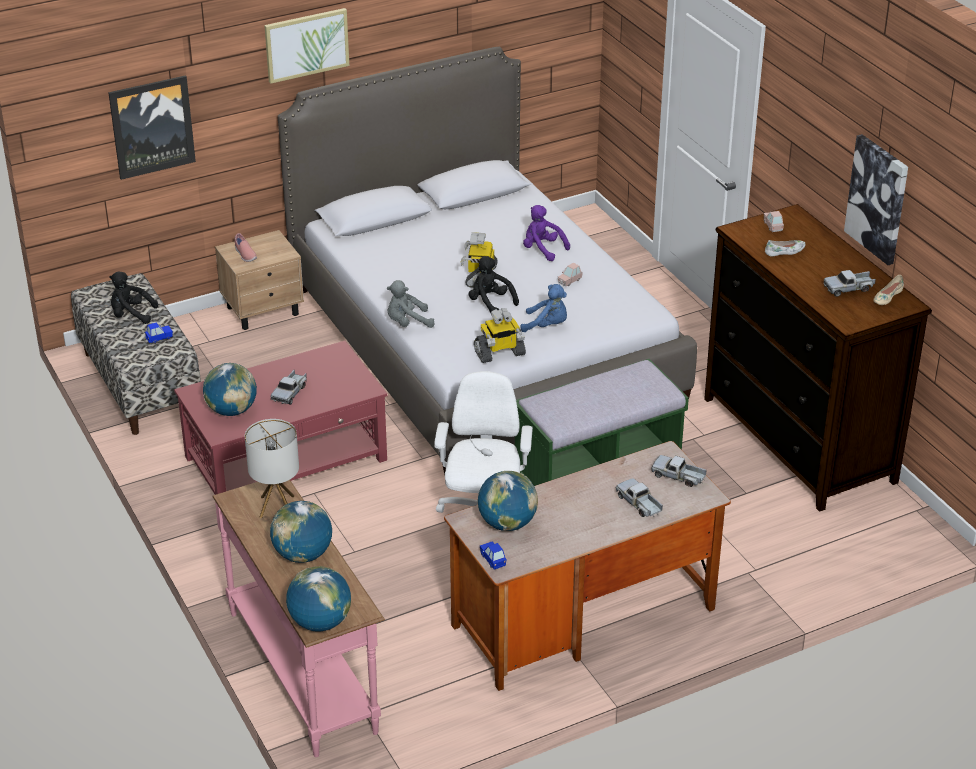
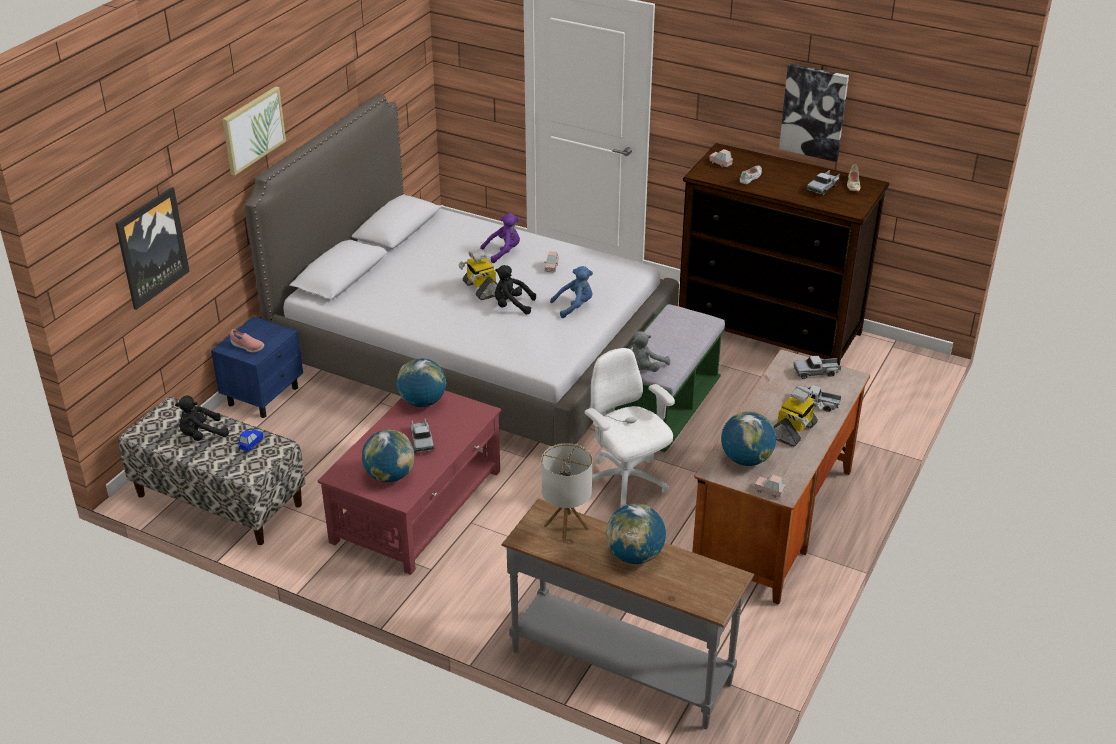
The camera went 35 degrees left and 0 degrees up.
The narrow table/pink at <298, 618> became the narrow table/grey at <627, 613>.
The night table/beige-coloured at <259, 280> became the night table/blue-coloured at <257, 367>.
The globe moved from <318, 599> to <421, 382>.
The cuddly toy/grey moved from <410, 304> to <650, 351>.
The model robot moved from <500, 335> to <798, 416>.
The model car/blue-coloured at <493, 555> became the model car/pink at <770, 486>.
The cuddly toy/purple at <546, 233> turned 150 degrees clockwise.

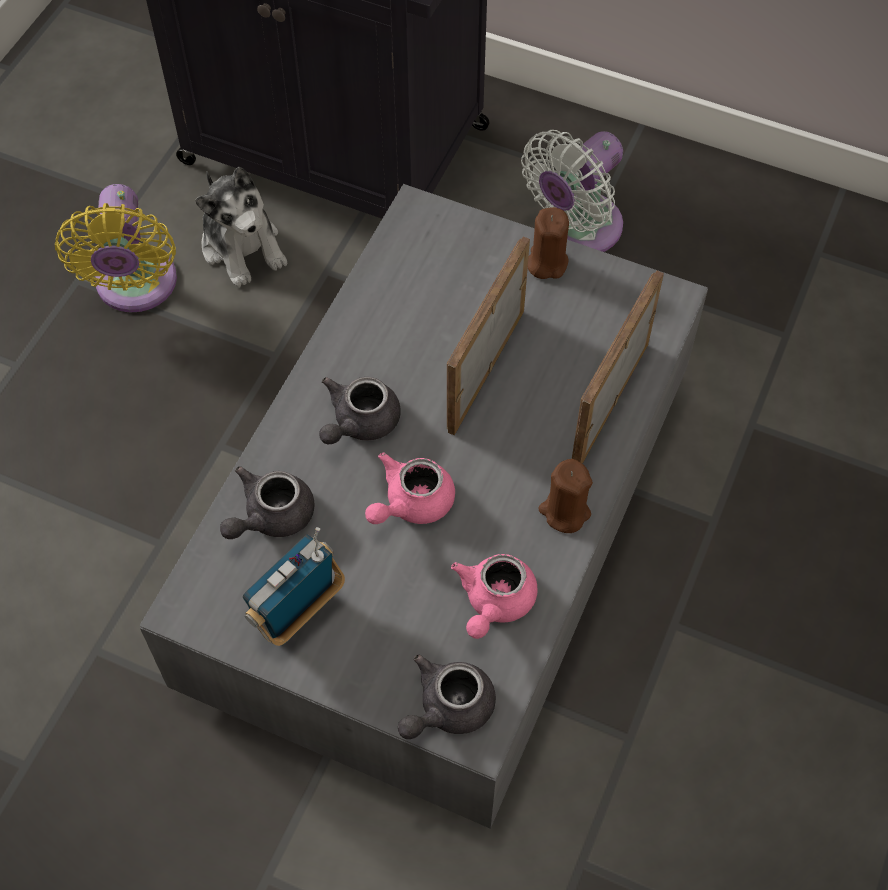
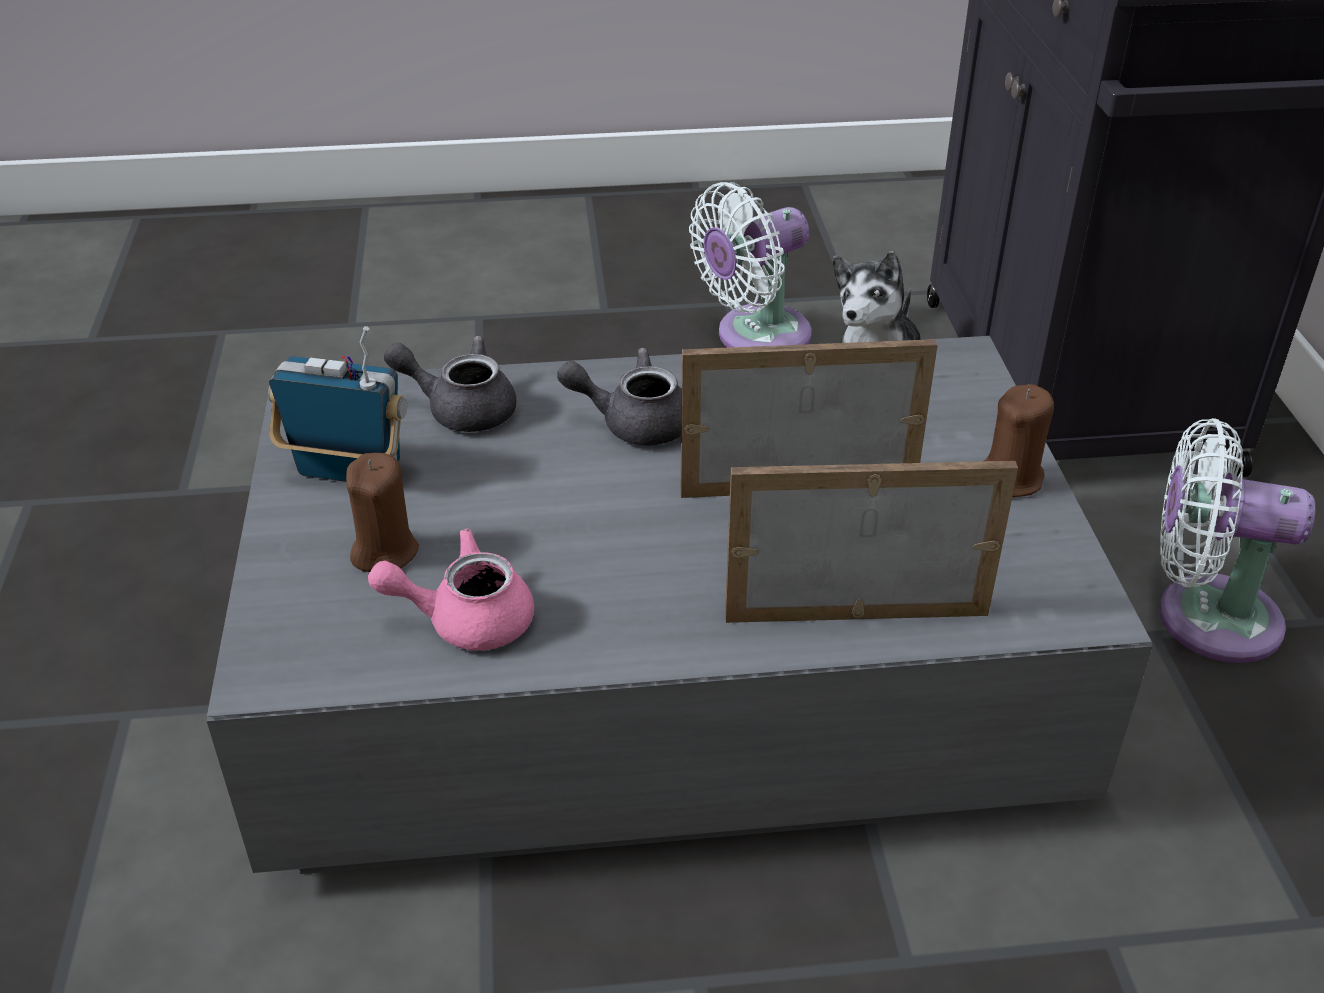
The camera went 60 degrees right and 20 degrees down.
The fan/yellow at <116, 248> became the fan/white-coloured at <750, 264>.
The tea pot/pink at <410, 488> disappeared.
The tea pot/grey at <447, 696> disappeared.
The candle/brownish moved from <565, 496> to <382, 512>.

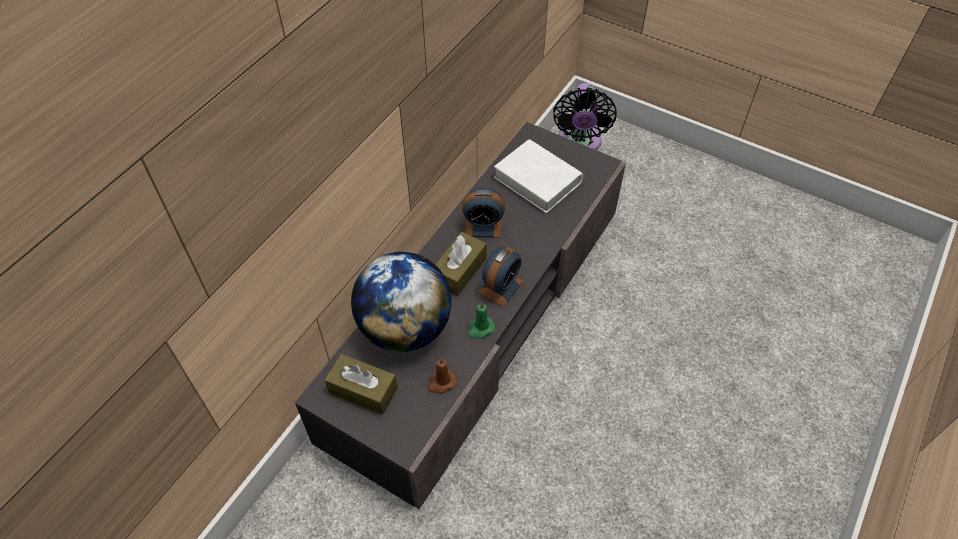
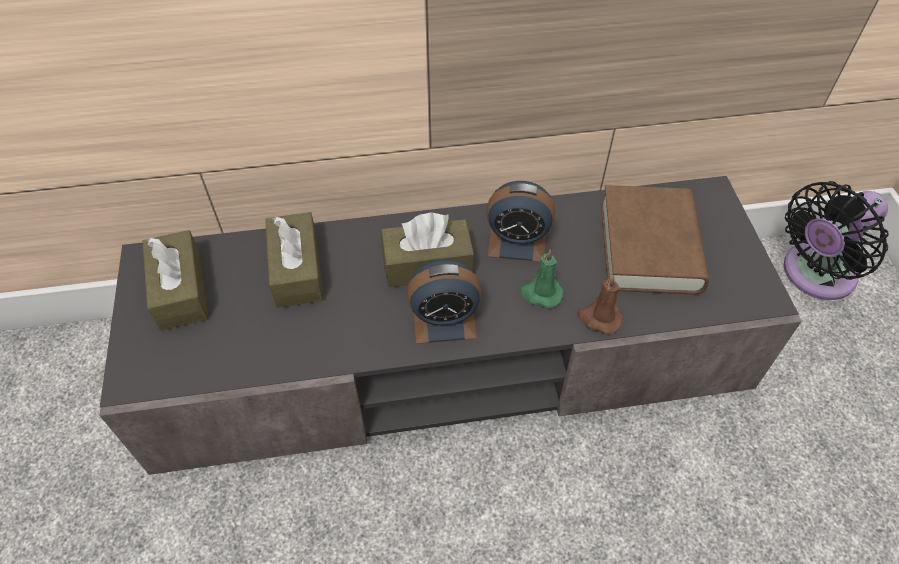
The camera went 50 degrees right and 0 degrees up.
The globe at <401, 302> was replaced by the tissue box/brownish at <294, 260>.
The candle/brownish moved from <442, 376> to <600, 304>.
The table clock at <483, 213> turned 45 degrees counterclockwise.
The candle/greenish moved from <481, 320> to <541, 278>.
The bound book/white-coloured at <538, 176> became the bound book/brownish at <655, 240>.

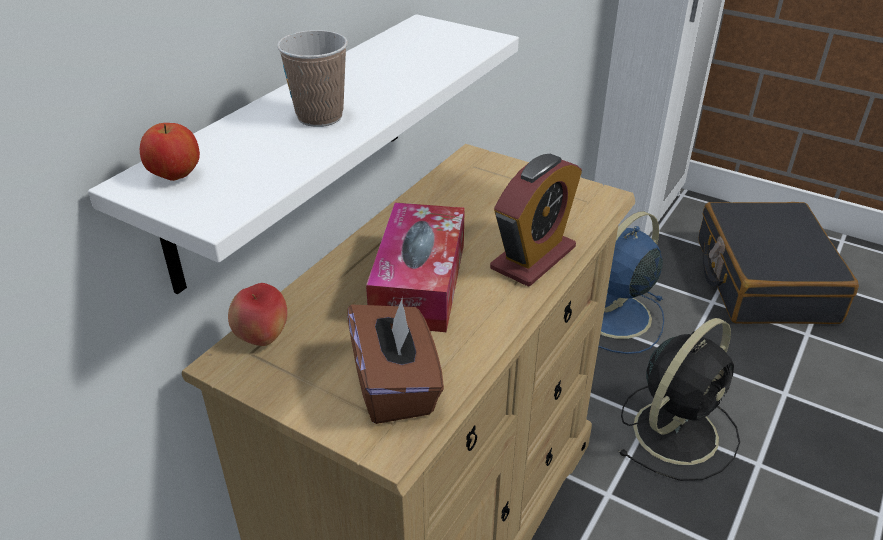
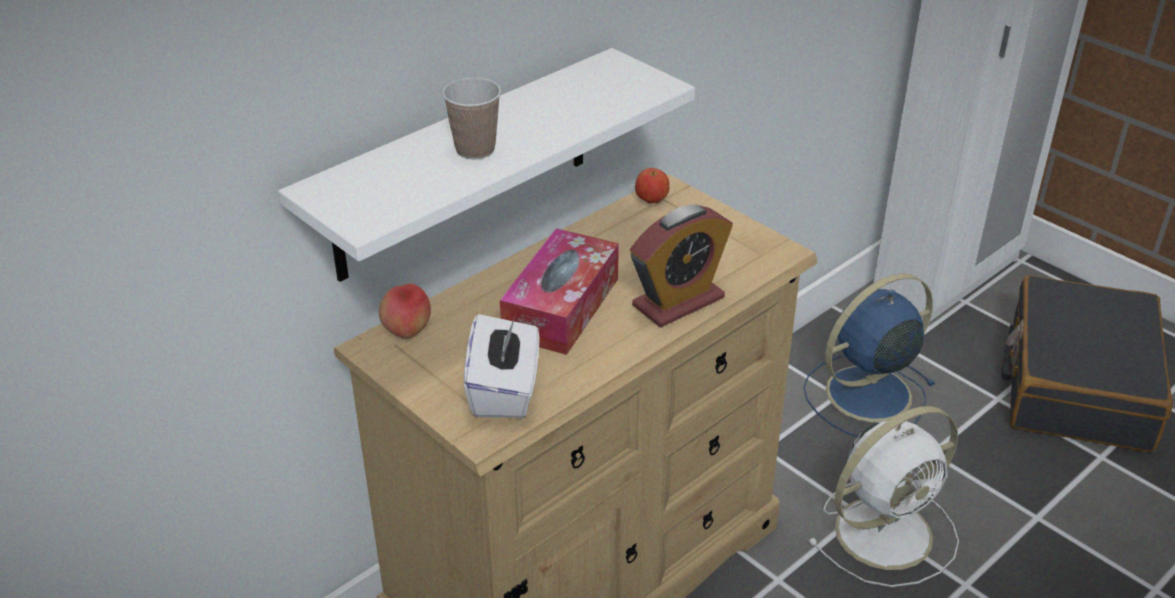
The camera went 15 degrees right and 0 degrees up.
The apple moved from <170, 152> to <652, 186>.
The tissue box/brownish at <395, 360> became the tissue box/white-coloured at <501, 366>.
The fan/black-coloured at <679, 399> became the fan/white-coloured at <883, 496>.

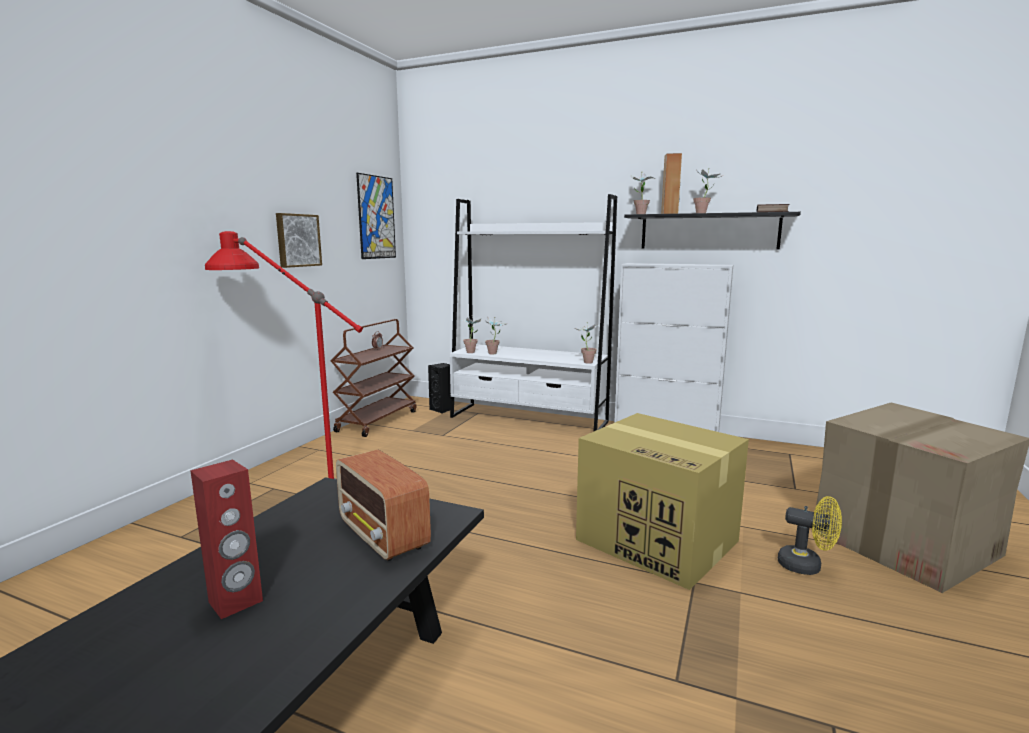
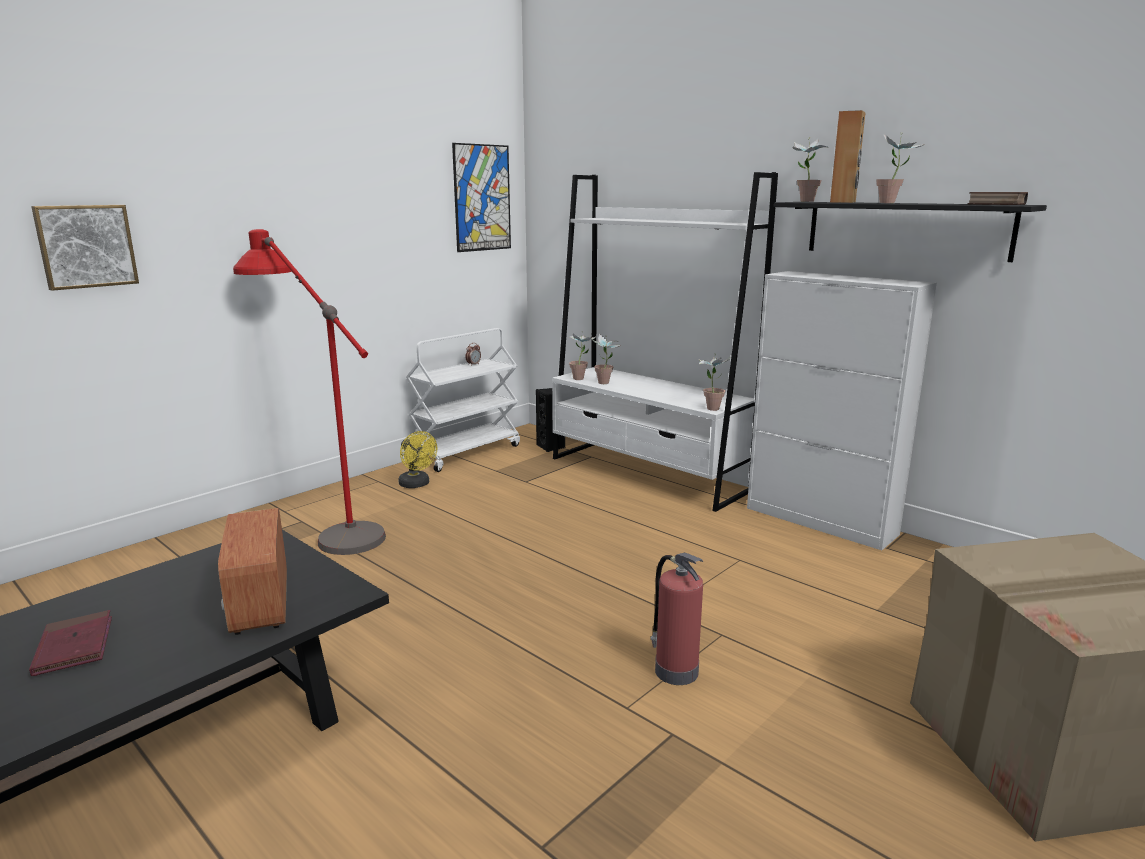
The camera went 20 degrees right and 5 degrees up.
The audio speaker/red-coloured at <226, 539> was replaced by the bound book/red-coloured at <70, 643>.
The wall picture moved from <299, 240> to <85, 248>.
The wheeled cart/brownish at <374, 378> became the wheeled cart/white-coloured at <463, 400>.
The cardboard box at <662, 501> was replaced by the extinguisher at <677, 619>.
The fan/yellow moved from <810, 535> to <417, 459>.

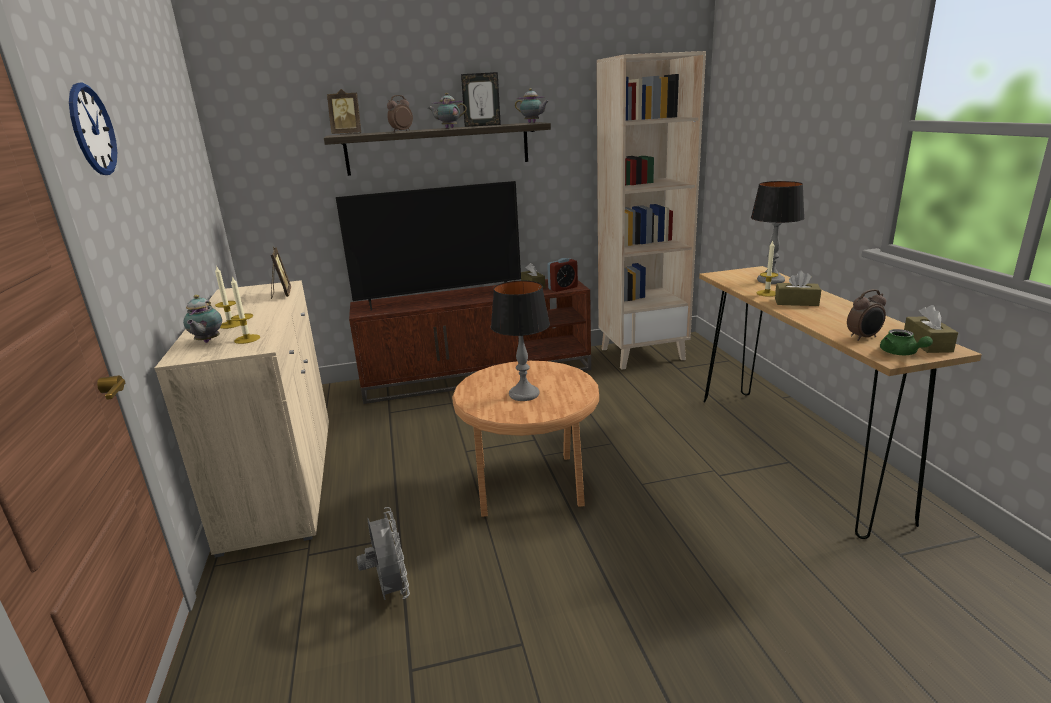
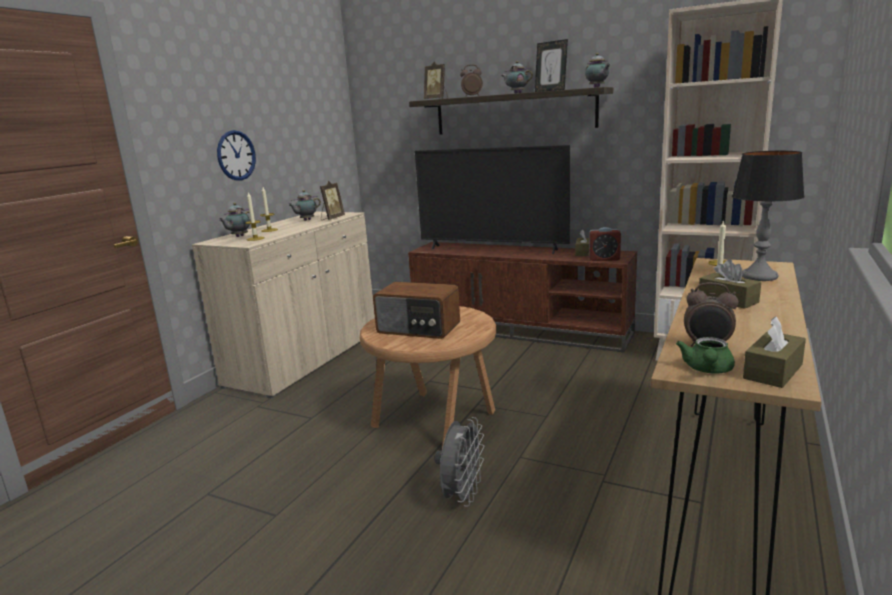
The camera went 40 degrees right and 5 degrees down.
The clock on the wall moved from <93, 129> to <236, 155>.
The fan/grey moved from <383, 553> to <459, 462>.
The table lamp at <520, 340> was replaced by the radio at <416, 310>.
The tea pot at <304, 205> appeared.

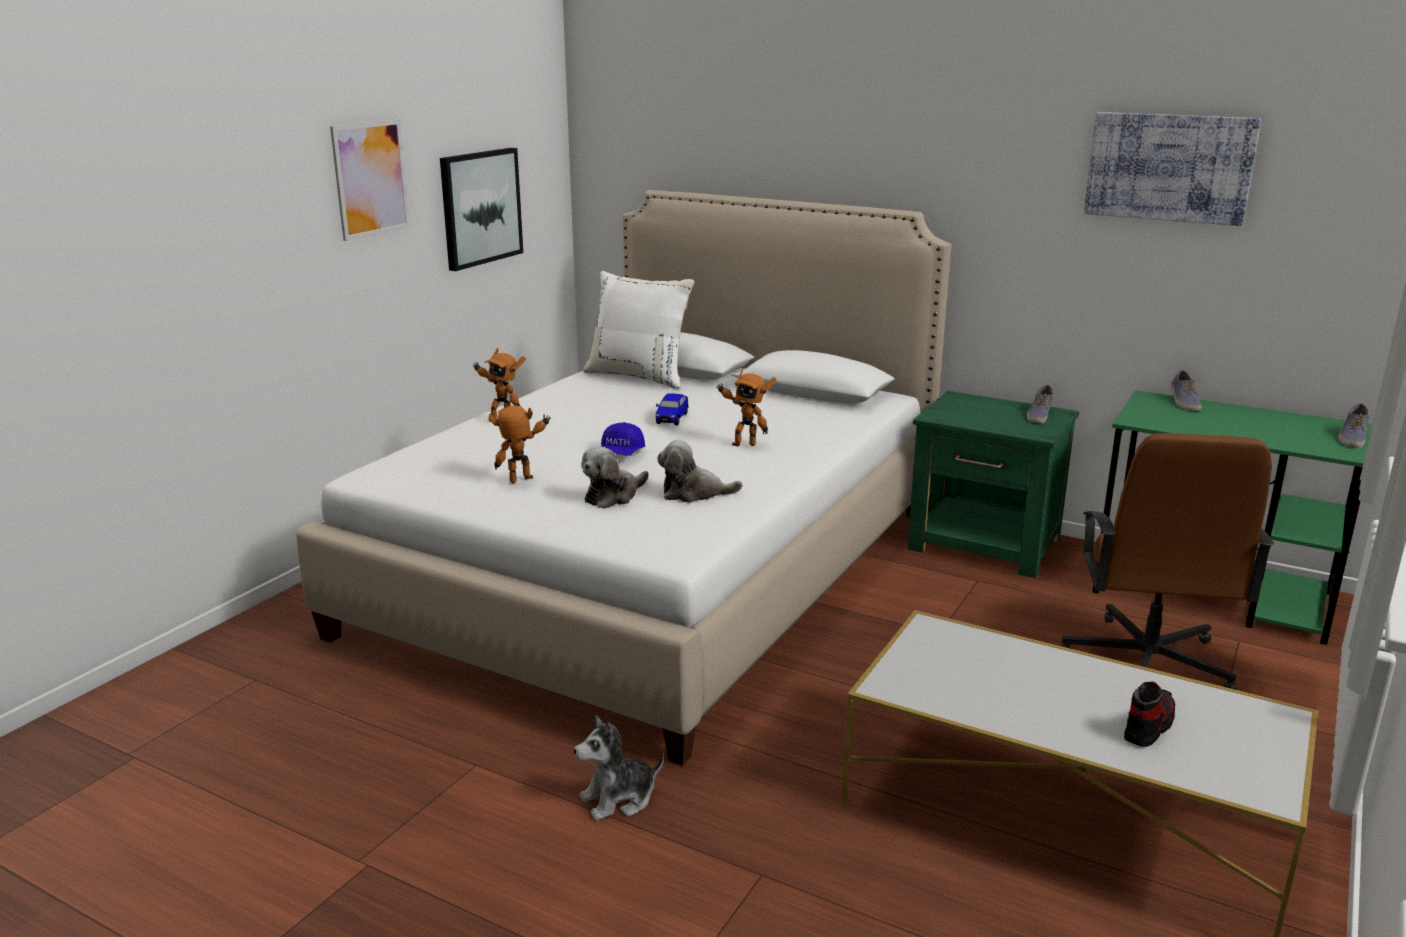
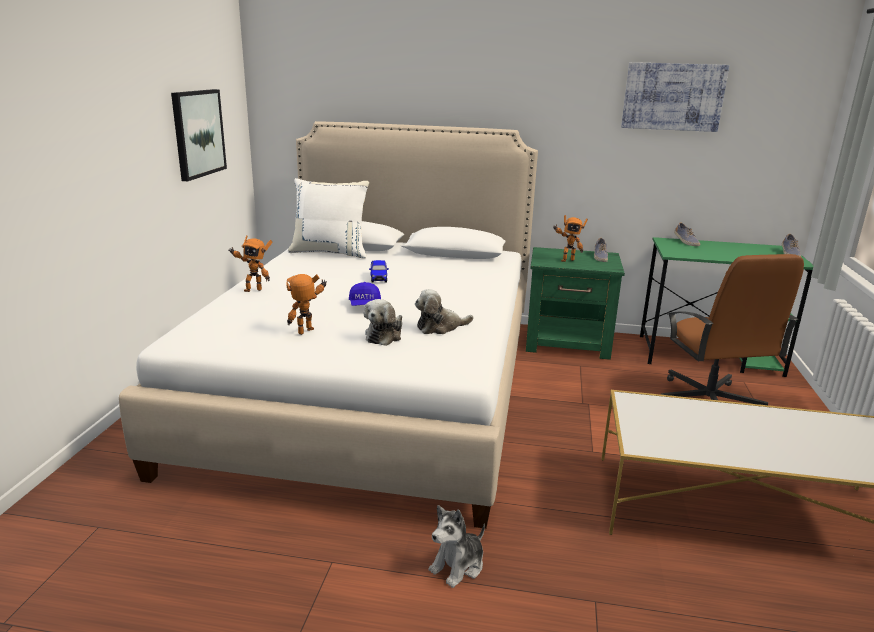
The camera went 20 degrees left and 0 degrees up.
The wall picture at <370, 180> disappeared.
The model robot moved from <746, 407> to <570, 238>.
The low shoe at <1149, 714> disappeared.

